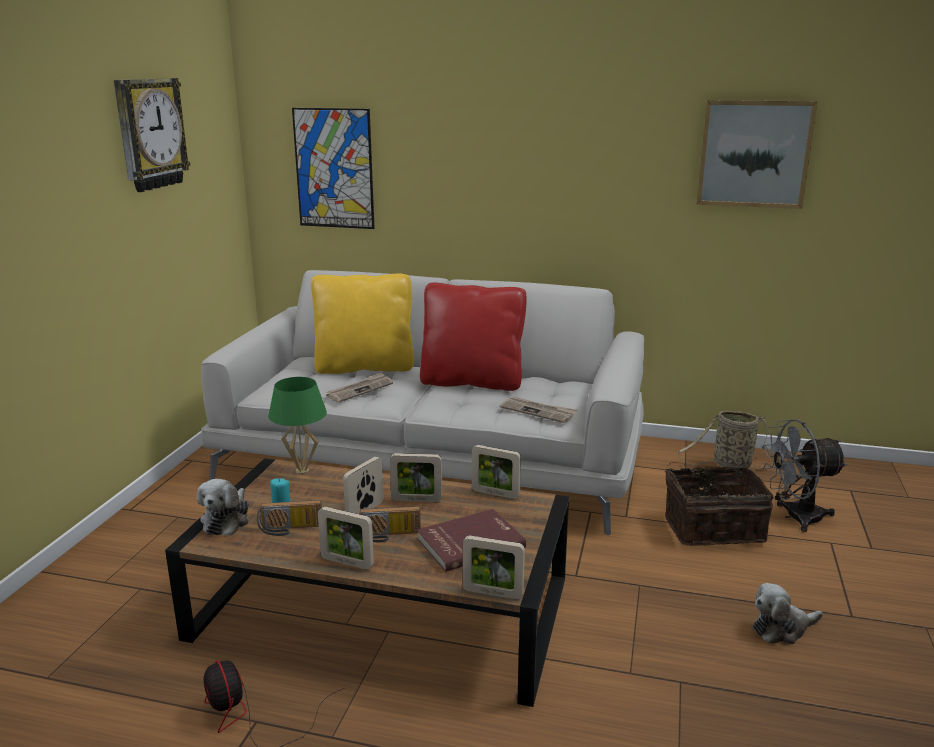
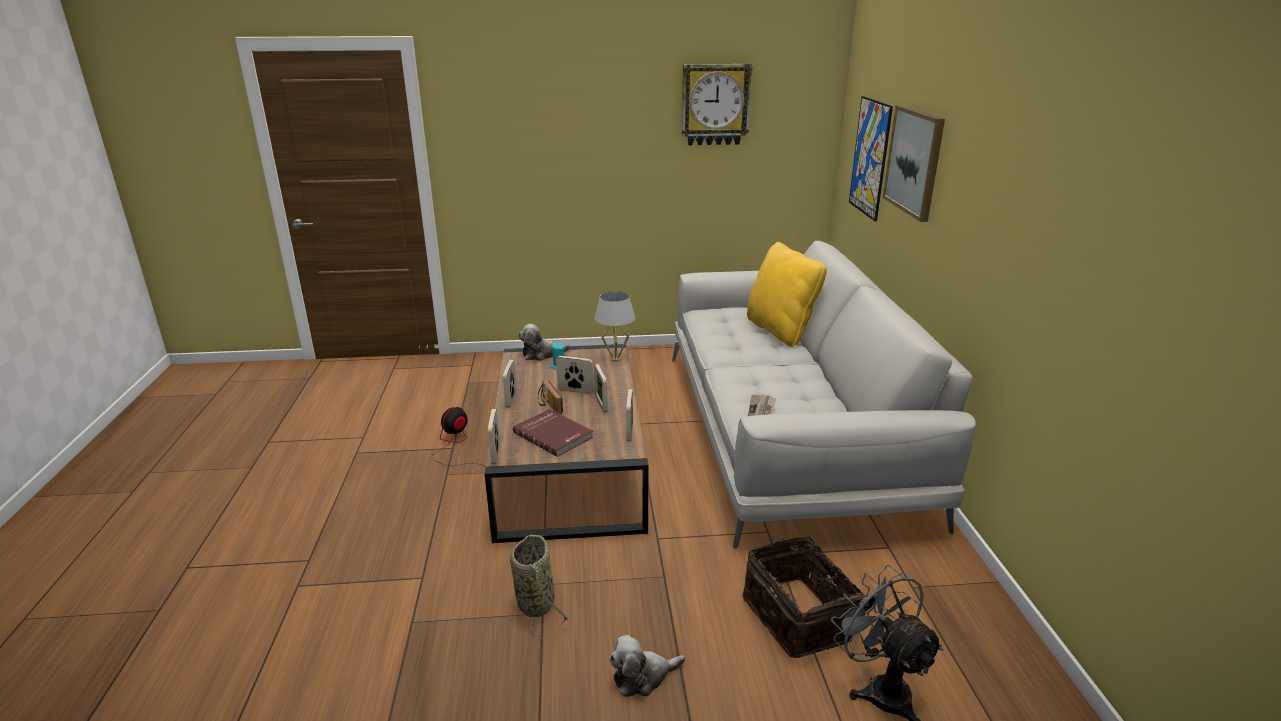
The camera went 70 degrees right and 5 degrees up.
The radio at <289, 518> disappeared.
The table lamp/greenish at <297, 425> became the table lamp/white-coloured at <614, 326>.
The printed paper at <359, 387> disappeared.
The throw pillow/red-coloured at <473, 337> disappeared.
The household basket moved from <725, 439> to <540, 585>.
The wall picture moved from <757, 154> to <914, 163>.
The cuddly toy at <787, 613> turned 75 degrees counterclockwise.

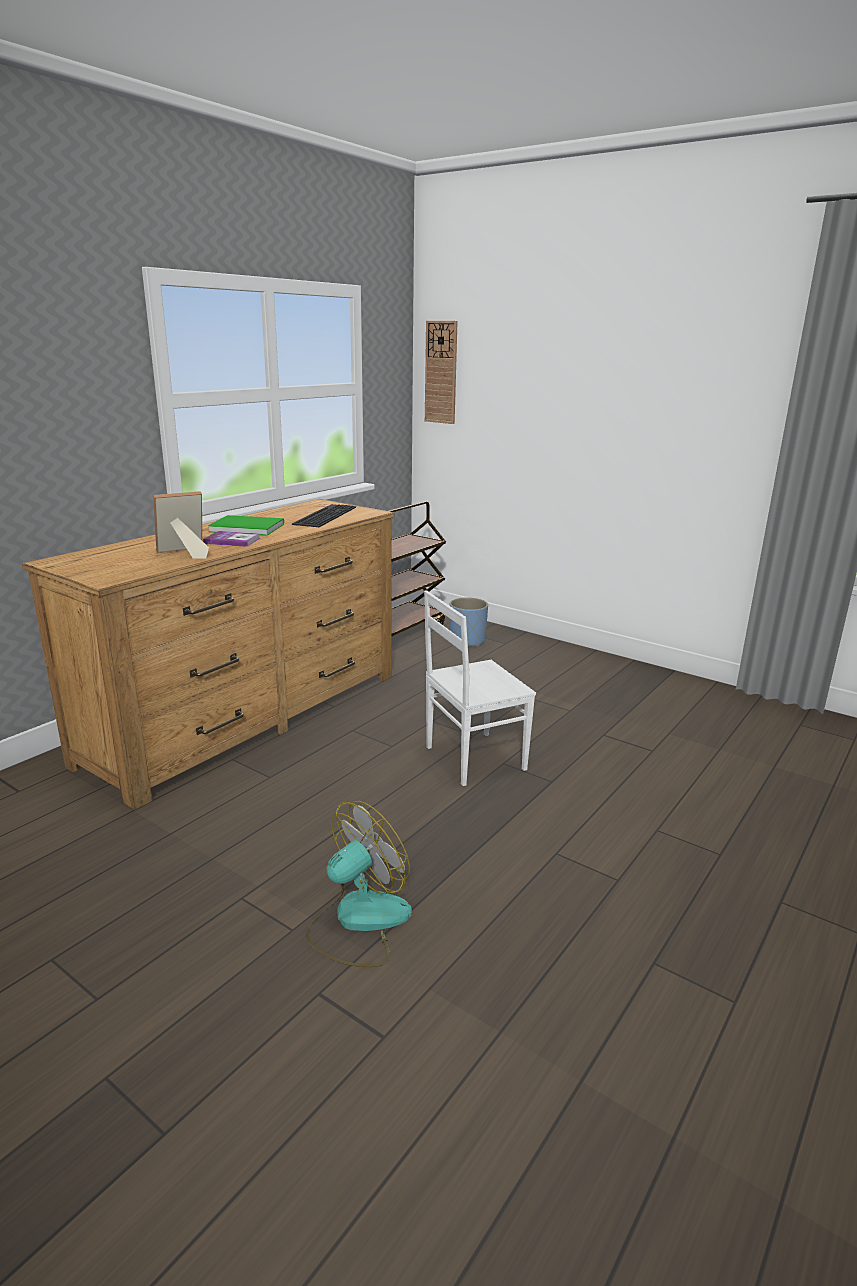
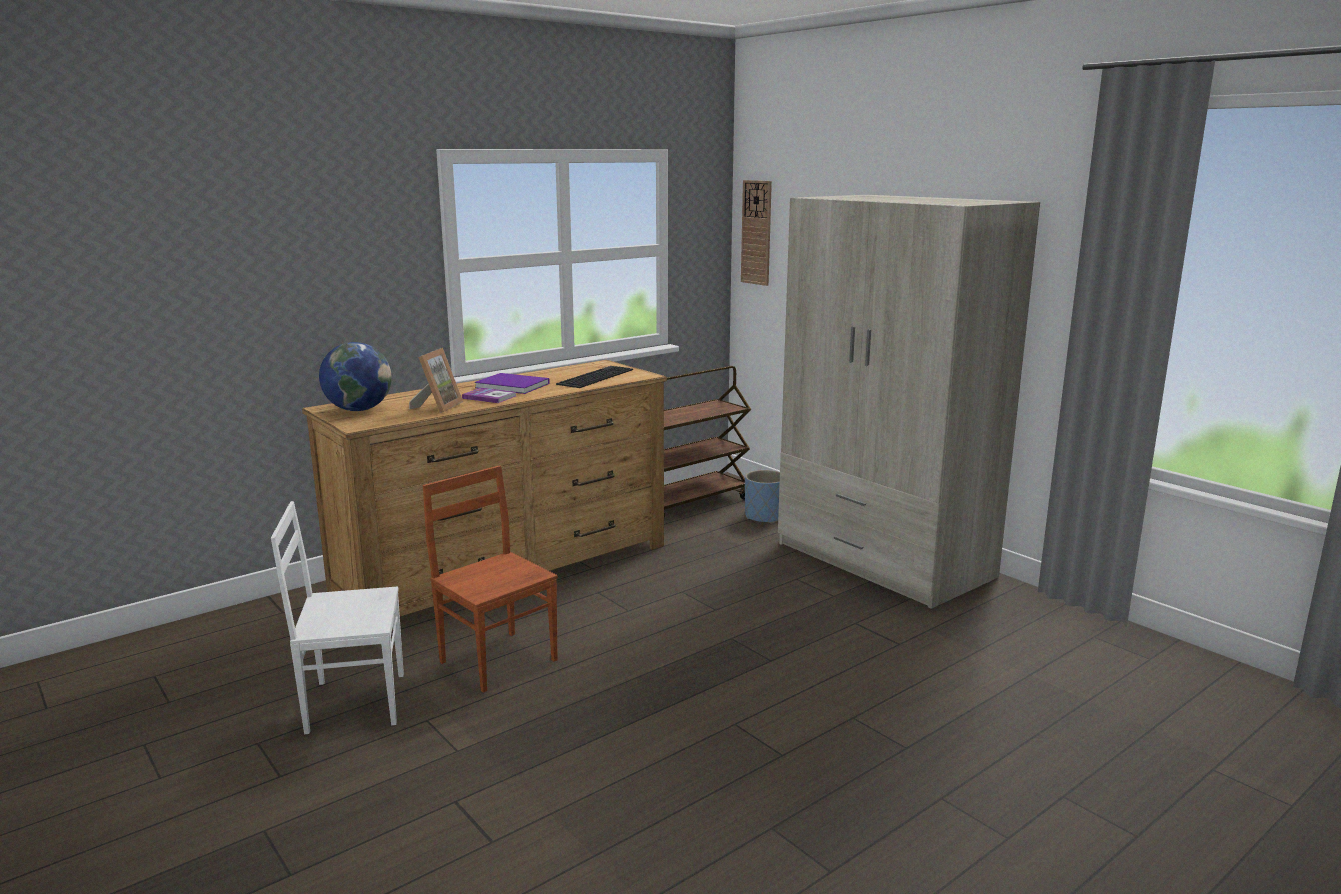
The camera went 15 degrees right and 5 degrees down.
The standing frame at <181, 524> turned 120 degrees clockwise.
The bound book/greenish at <246, 525> became the bound book/purple at <512, 383>.
The fan at <359, 884> disappeared.
The upright chair/white-coloured moved from <480, 688> to <337, 617>.
The globe at <355, 376> appeared.
The upright chair/brownish at <490, 579> appeared.
The wardrobe/beige-coloured at <909, 402> appeared.

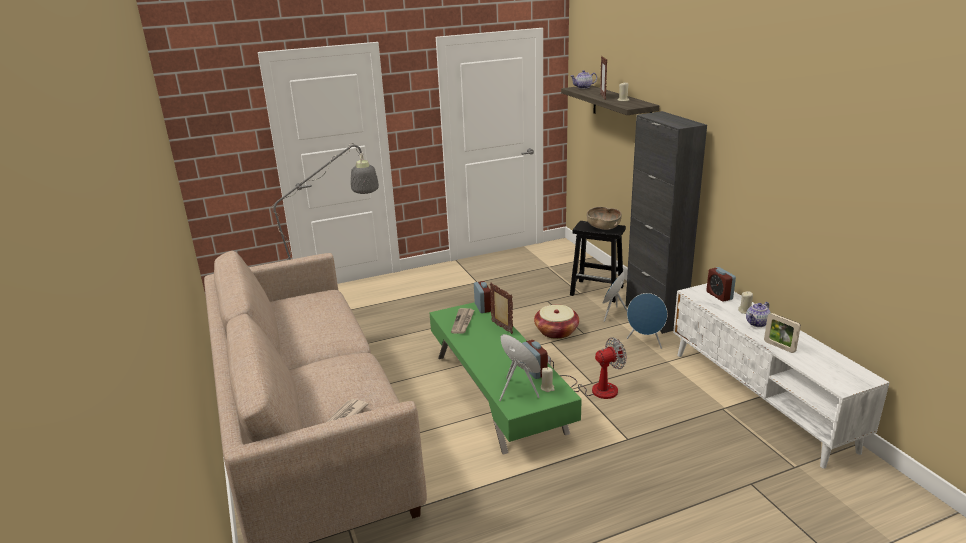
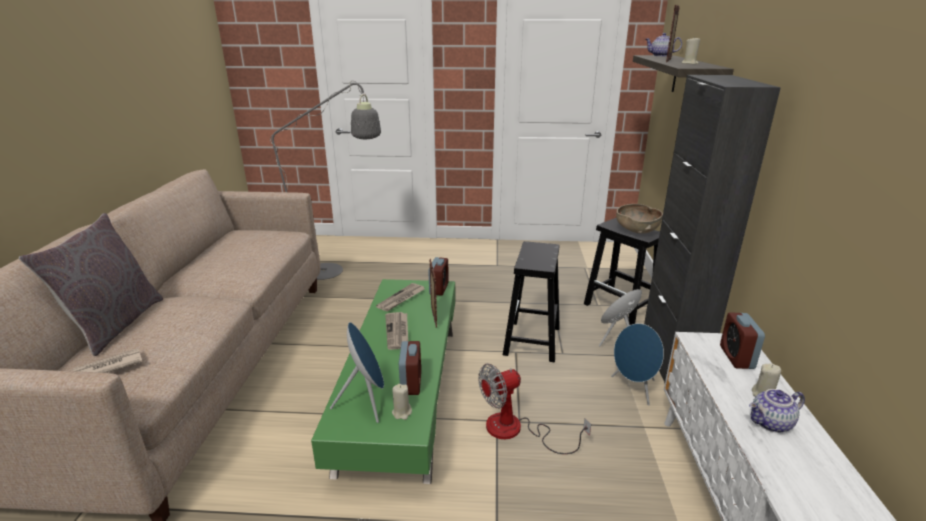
The camera went 25 degrees right and 0 degrees up.
The household basket at <556, 322> was replaced by the sitting stool/black-coloured at <531, 301>.
The fan at <587, 368> turned 150 degrees clockwise.
The standing frame at <782, 333> disappeared.
The throw pillow/grey at <91, 284> appeared.
The printed paper at <396, 331> appeared.

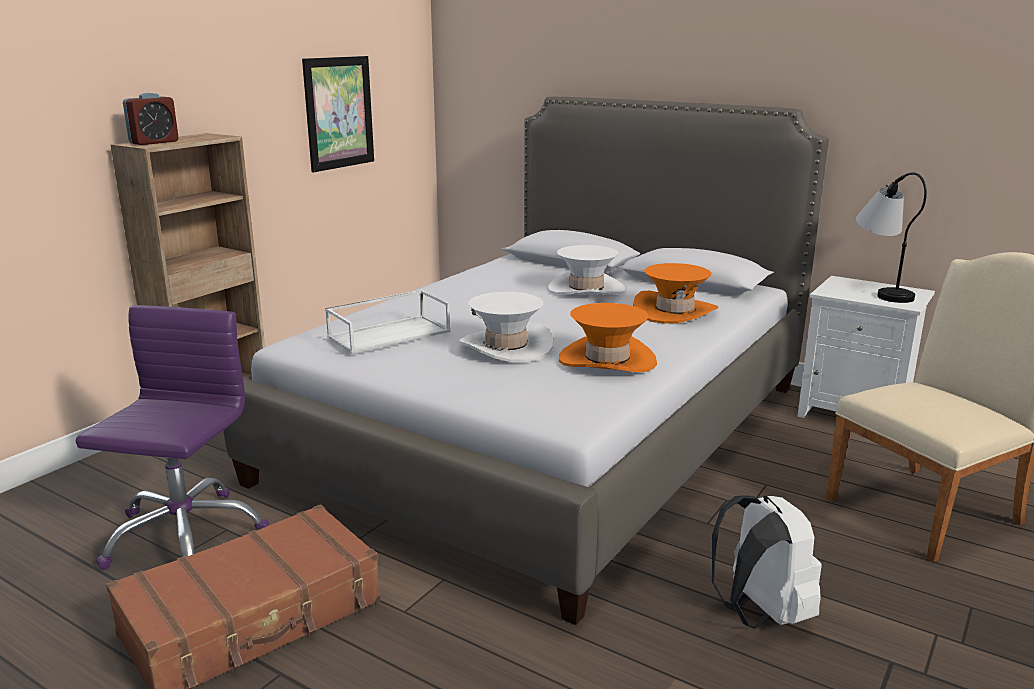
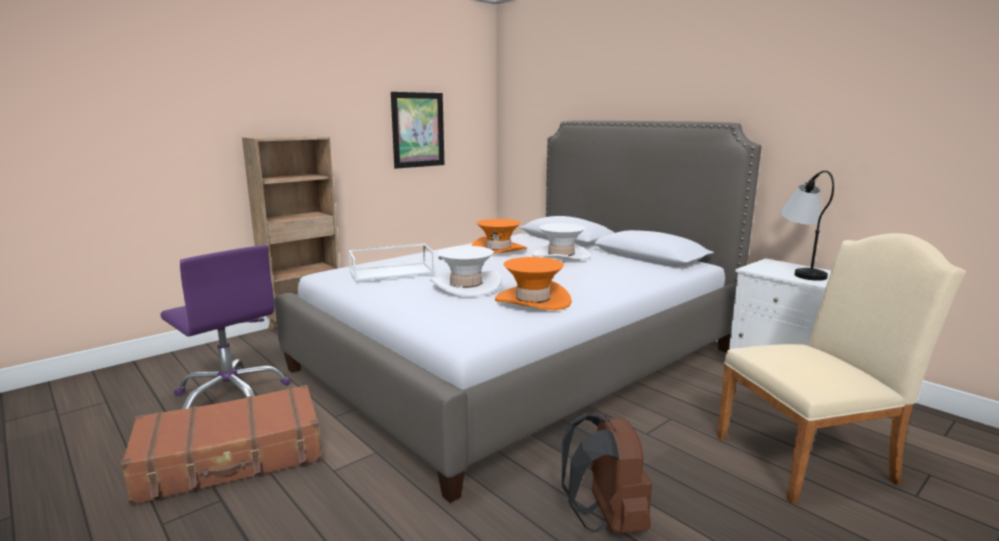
The camera went 15 degrees right and 5 degrees down.
The computer chair/purple at <172, 437> turned 105 degrees clockwise.
The table clock at <151, 119> disappeared.
The hat/orange-coloured moved from <675, 293> to <499, 236>.
The knapsack/white-coloured at <767, 562> became the knapsack/brownish at <607, 473>.

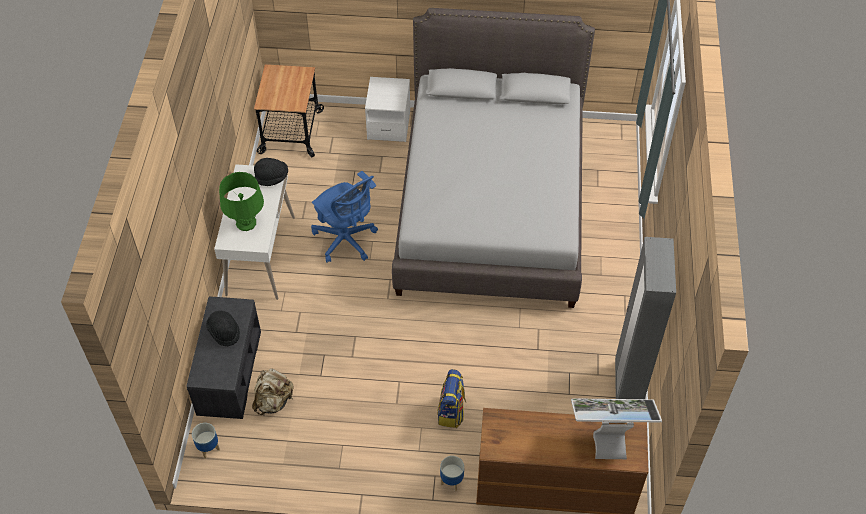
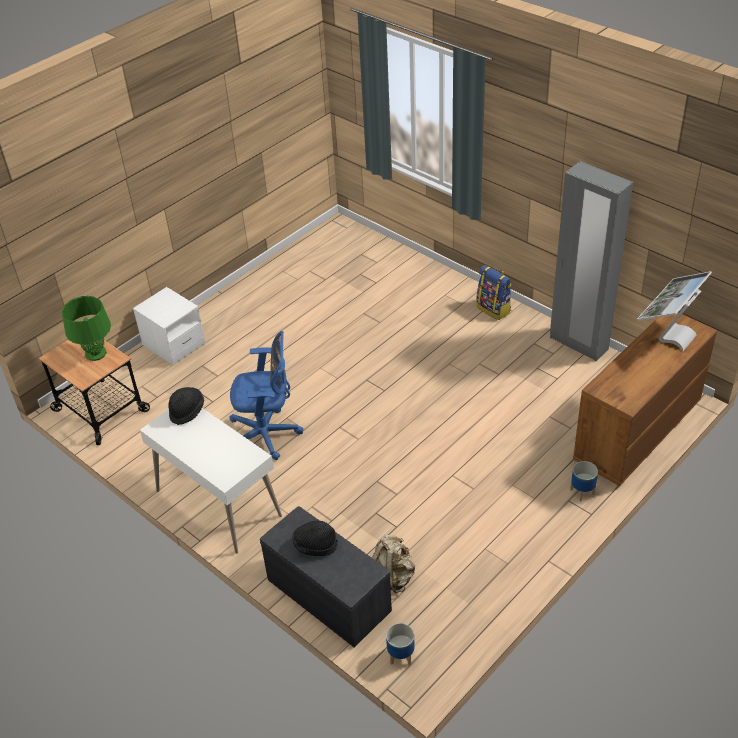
The camera went 50 degrees left and 10 degrees down.
The table lamp/greenish moved from <241, 201> to <86, 328>.
The bedroom bed/grey at <493, 158> disappeared.
The knapsack moved from <451, 398> to <493, 292>.

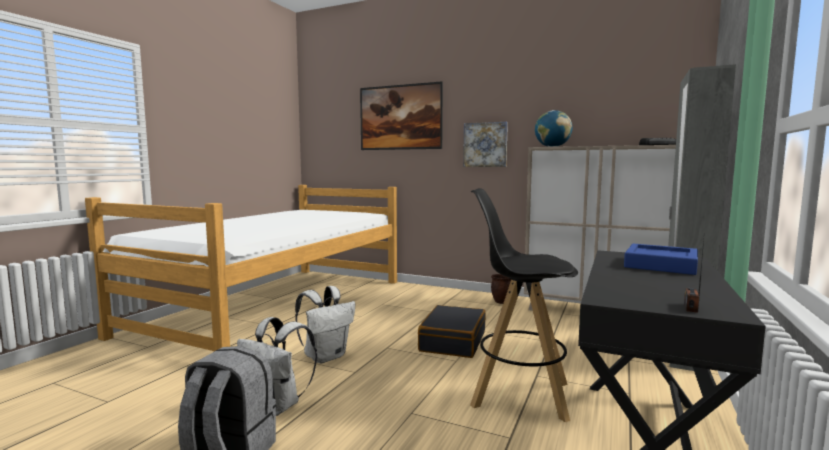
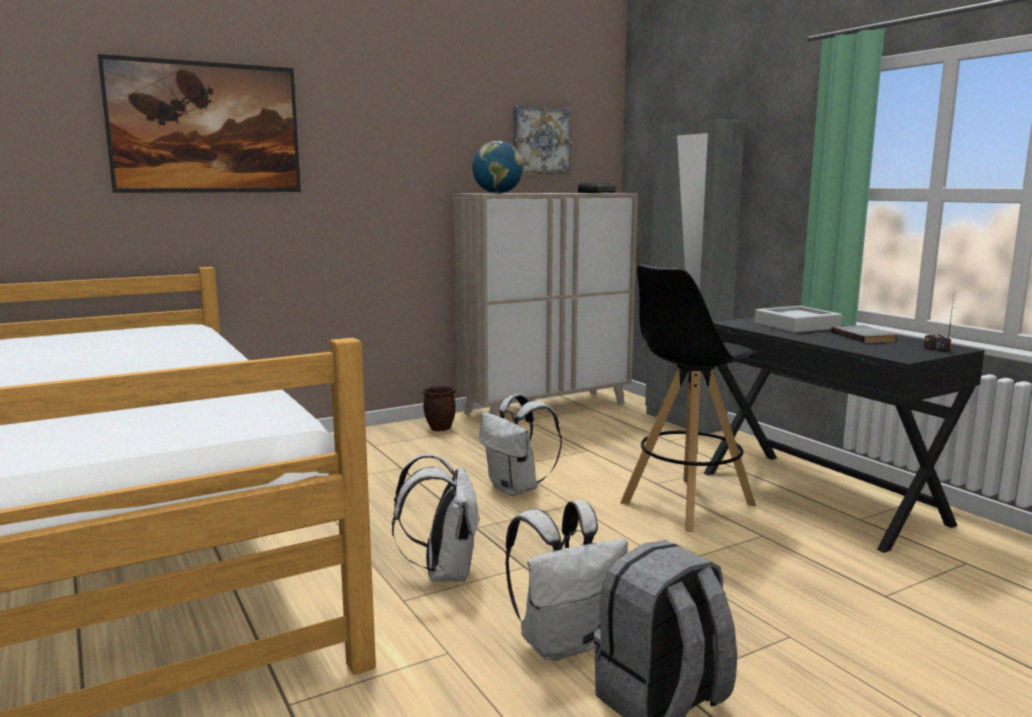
The camera went 55 degrees left and 5 degrees up.
The piece of luggage/black-coloured at <451, 331> was replaced by the knapsack/white-coloured at <520, 445>.
The wall picture moved from <485, 144> to <542, 140>.
The tray/blue-coloured at <661, 259> became the tray/grey at <798, 319>.
The bound book/grey at <864, 334> appeared.

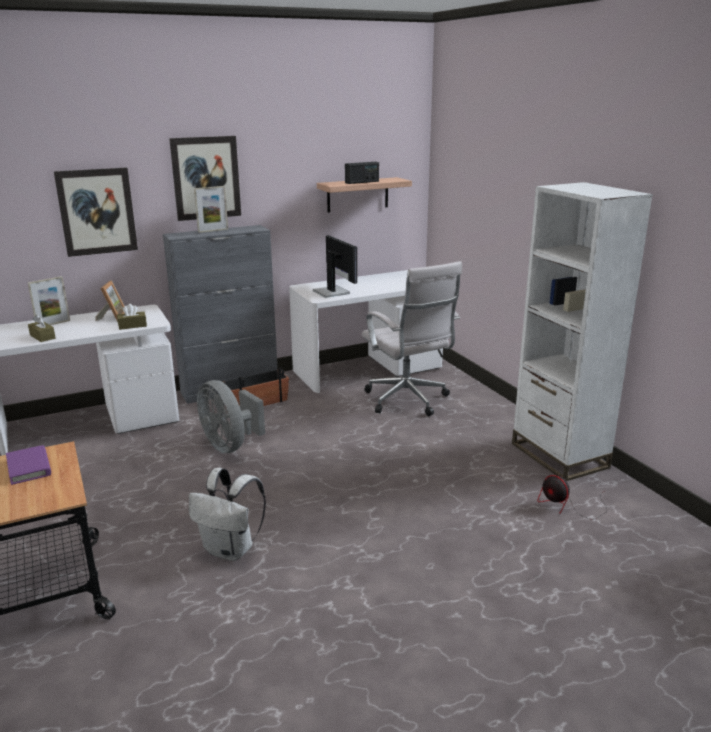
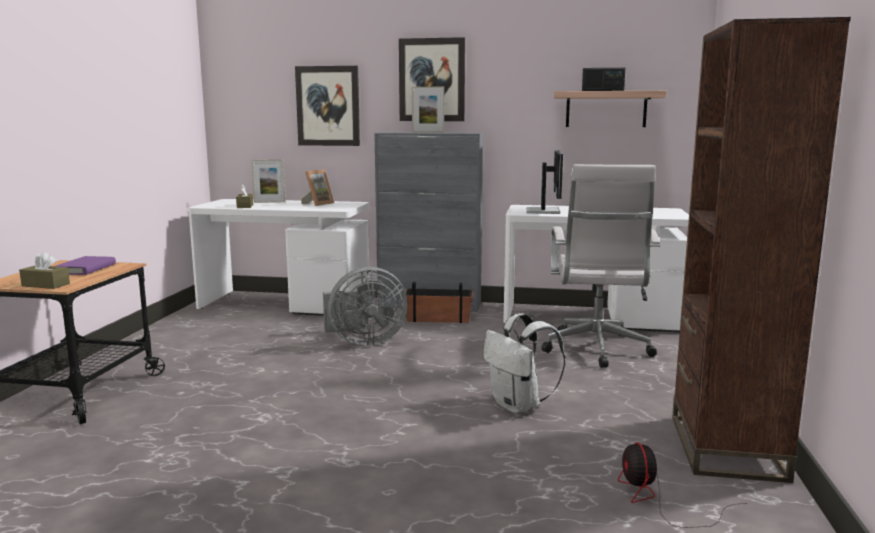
The camera went 35 degrees right and 10 degrees down.
The tissue box/brownish moved from <132, 317> to <44, 270>.
The knapsack/white-coloured moved from <227, 514> to <524, 363>.
The fan/grey at <231, 416> turned 105 degrees counterclockwise.
The bookshelf/white-coloured at <582, 331> became the bookshelf/brownish at <761, 250>.

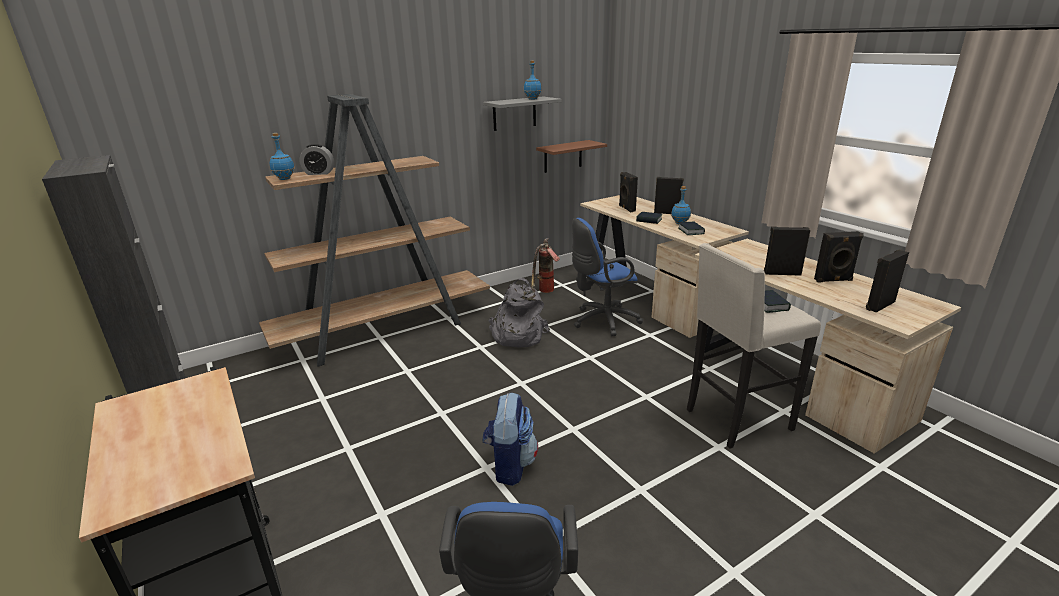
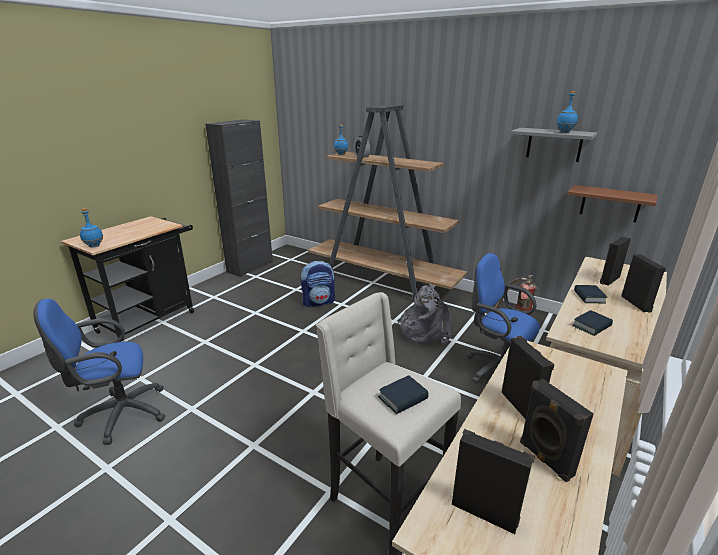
The camera went 65 degrees right and 0 degrees up.
The knapsack moved from <510, 439> to <318, 284>.
The bottle/blue-coloured moved from <681, 205> to <91, 228>.

